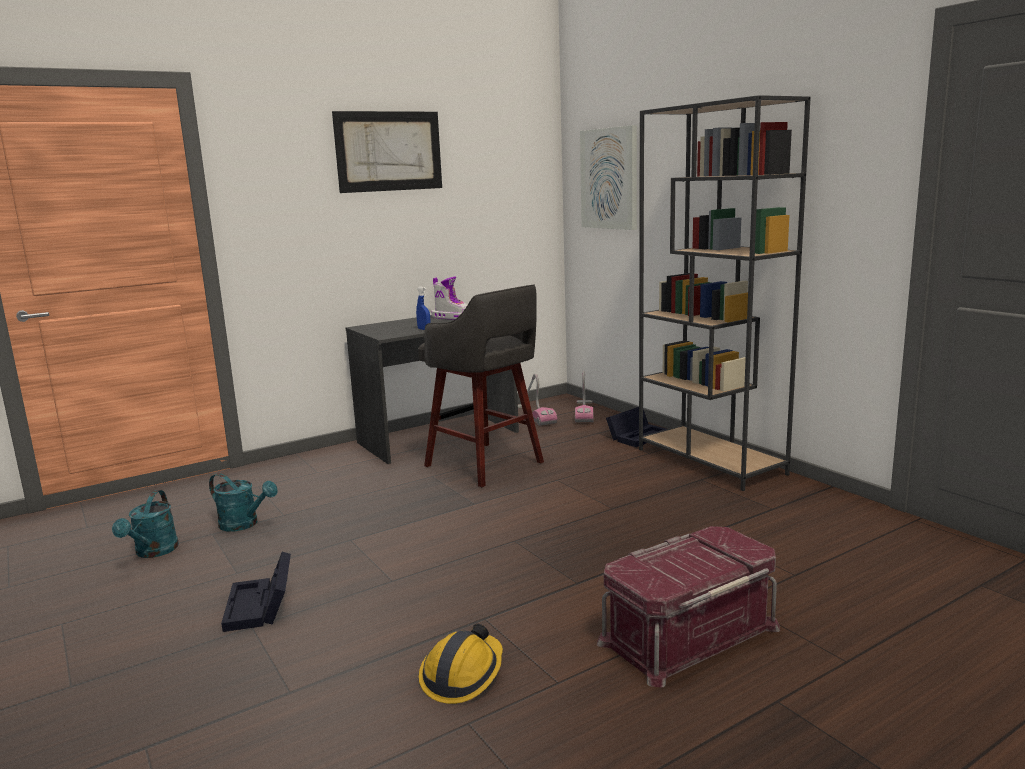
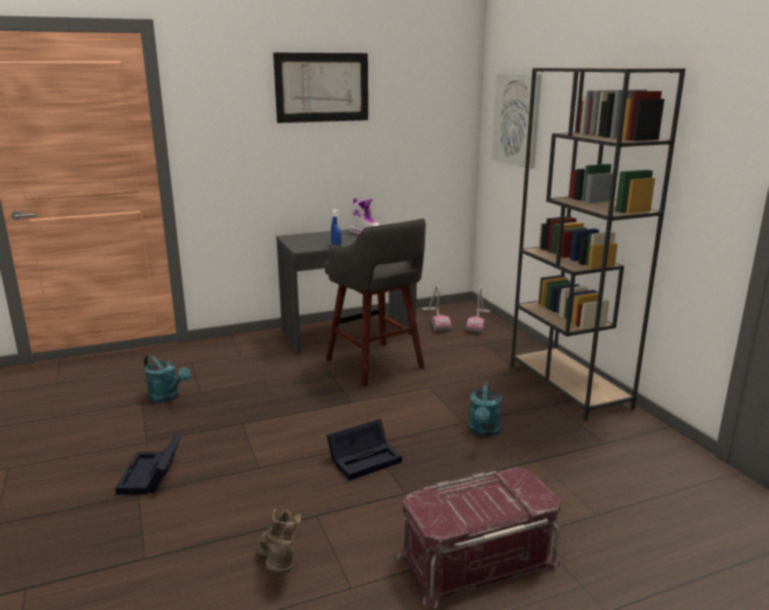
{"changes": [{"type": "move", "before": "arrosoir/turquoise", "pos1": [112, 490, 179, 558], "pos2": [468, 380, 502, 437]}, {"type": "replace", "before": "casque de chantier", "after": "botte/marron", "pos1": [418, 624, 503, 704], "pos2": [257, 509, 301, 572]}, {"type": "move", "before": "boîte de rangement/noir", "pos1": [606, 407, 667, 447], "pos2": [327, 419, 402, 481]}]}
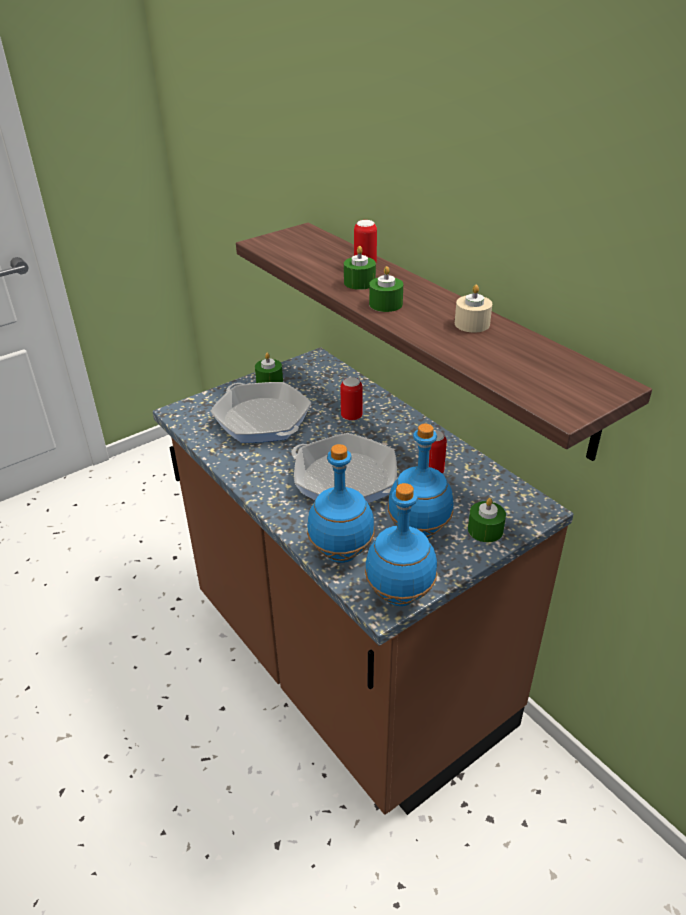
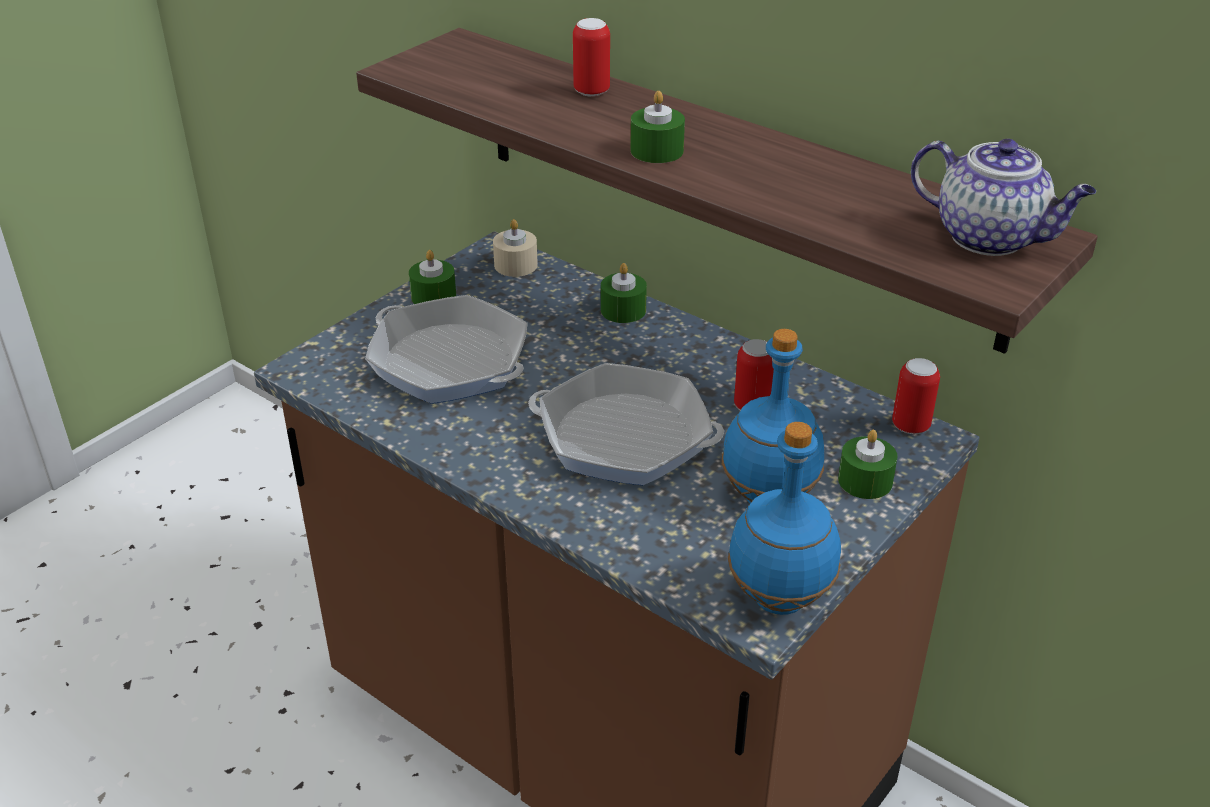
{"changes": [{"type": "delete", "before": "bouteille/bleu", "pos1": [307, 444, 374, 563]}, {"type": "move", "before": "boîte métallique", "pos1": [340, 377, 363, 421], "pos2": [892, 358, 940, 434]}, {"type": "move", "before": "bougie/vert", "pos1": [344, 246, 376, 290], "pos2": [601, 263, 647, 323]}, {"type": "move", "before": "bougie/beige", "pos1": [455, 285, 492, 333], "pos2": [493, 219, 538, 277]}, {"type": "insert", "after": "théière", "pos2": [911, 139, 1096, 256]}]}
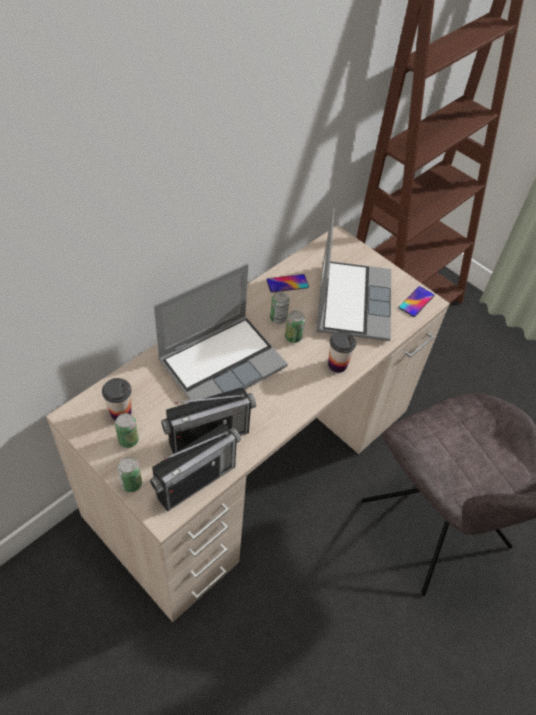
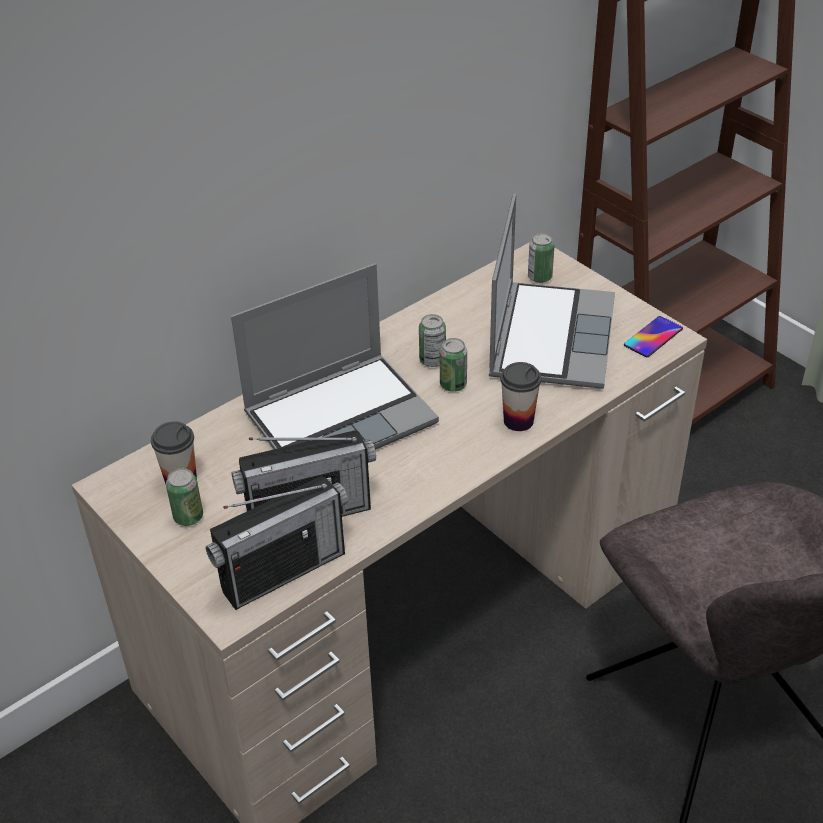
{"changes": [{"type": "move", "before": "boîte métallique", "pos1": [117, 457, 142, 492], "pos2": [528, 233, 555, 283]}, {"type": "delete", "before": "téléphone", "pos1": [267, 274, 309, 293]}]}
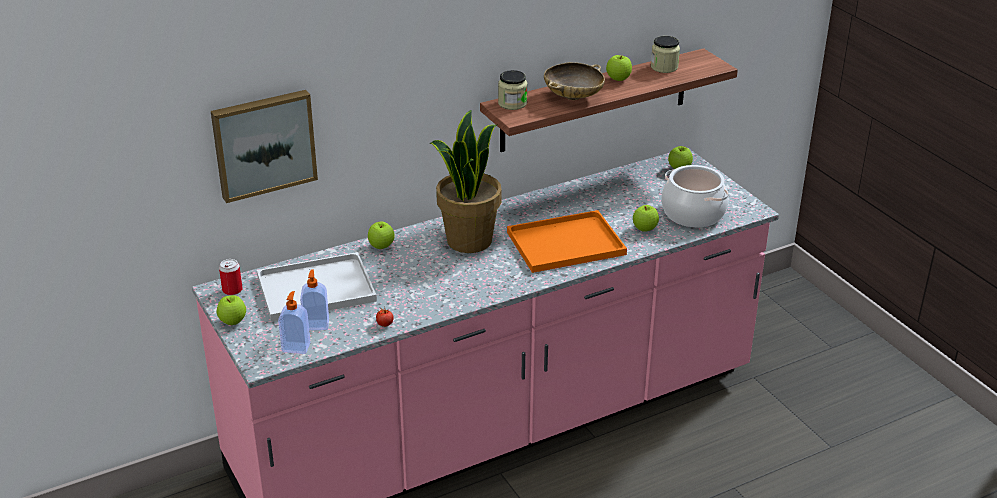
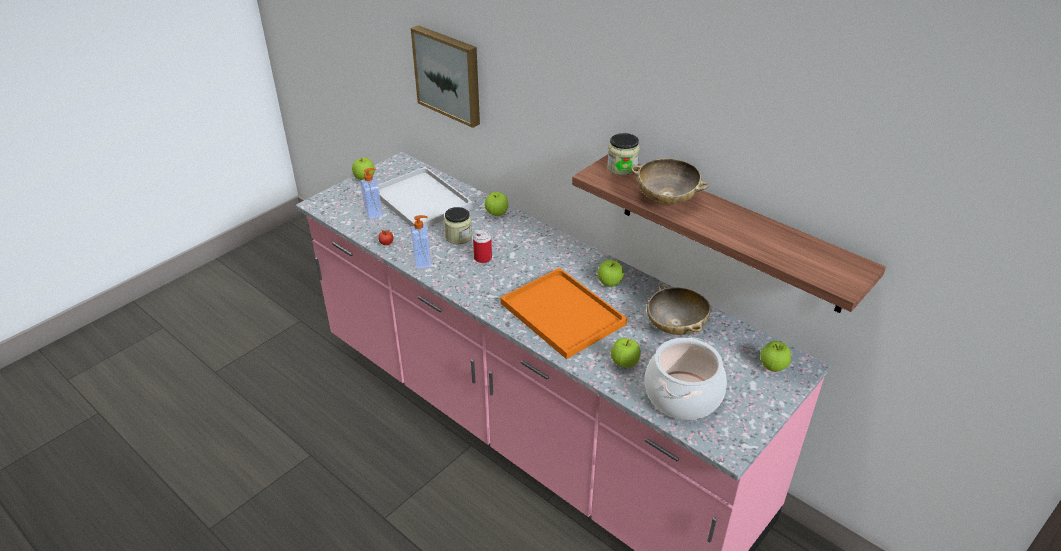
{"changes": [{"type": "move", "before": "boîte métallique", "pos1": [219, 259, 242, 295], "pos2": [473, 230, 492, 263]}, {"type": "move", "before": "distributeur de savon", "pos1": [278, 291, 311, 354], "pos2": [411, 215, 431, 269]}, {"type": "delete", "before": "plante en pot", "pos1": [429, 110, 502, 253]}, {"type": "move", "before": "pomme", "pos1": [606, 55, 632, 81], "pos2": [597, 260, 624, 287]}, {"type": "move", "before": "bocal", "pos1": [651, 36, 680, 73], "pos2": [444, 207, 472, 244]}, {"type": "insert", "after": "bol/beige", "pos2": [647, 284, 711, 335]}]}
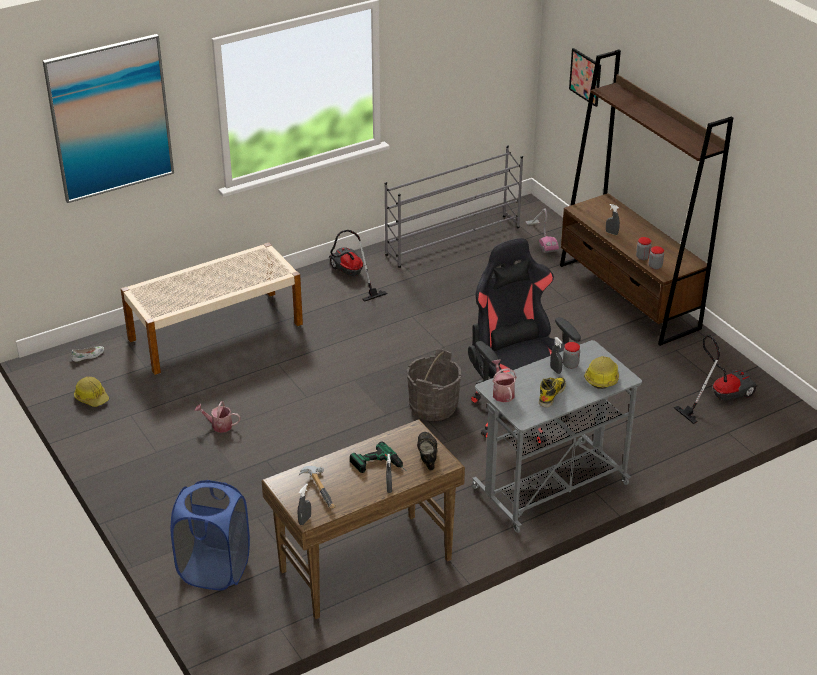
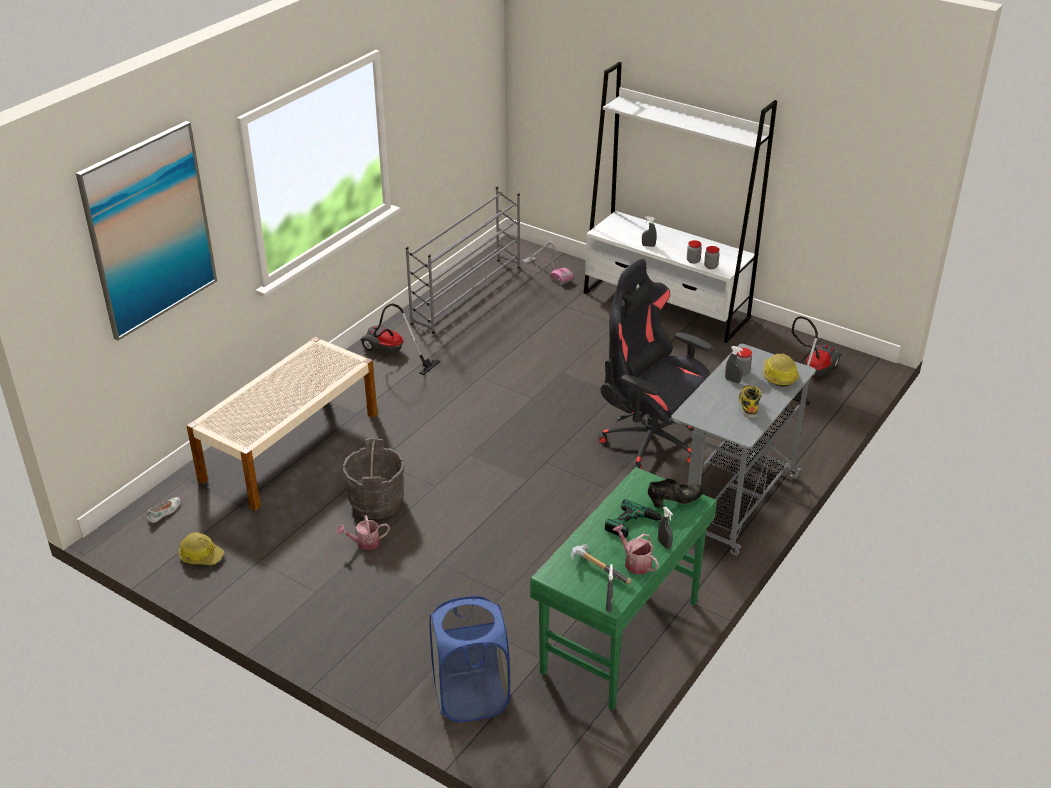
{"changes": [{"type": "recolor", "before": "table console/marron", "after": "table console/vert", "pos1": [262, 419, 465, 619], "pos2": [530, 467, 717, 711]}, {"type": "move", "before": "seau/gris", "pos1": [407, 349, 461, 421], "pos2": [343, 438, 404, 519]}, {"type": "rotate", "before": "chaussure/noir", "pos1": [417, 432, 437, 470], "pos2": [648, 479, 703, 508], "turn": 105}, {"type": "move", "before": "arrosoir", "pos1": [491, 360, 517, 402], "pos2": [612, 525, 659, 574]}, {"type": "recolor", "before": "bibliothèque/marron", "after": "bibliothèque/blanc", "pos1": [560, 50, 733, 346], "pos2": [584, 62, 777, 343]}, {"type": "delete", "before": "tableau", "pos1": [569, 48, 601, 107]}]}
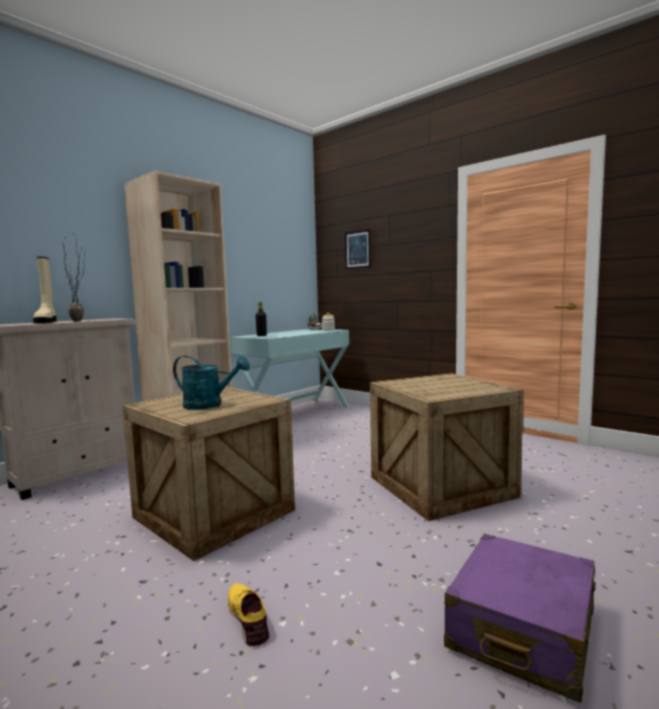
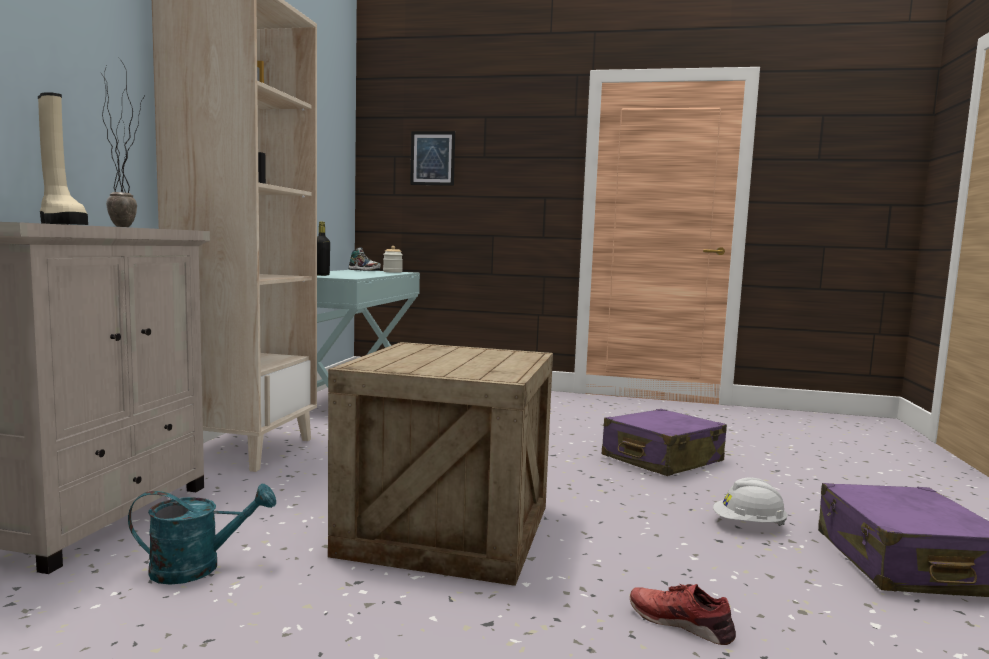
{"changes": [{"type": "move", "before": "arrosoir/turquoise", "pos1": [173, 355, 250, 410], "pos2": [128, 484, 276, 585]}, {"type": "recolor", "before": "chaussure/jaune", "after": "chaussure/rouge", "pos1": [228, 583, 269, 646], "pos2": [630, 584, 736, 645]}, {"type": "replace", "before": "caisse", "after": "valise/violet", "pos1": [370, 373, 524, 521], "pos2": [602, 409, 727, 476]}, {"type": "insert", "after": "casque de chantier/blanc", "pos2": [713, 477, 788, 526]}]}
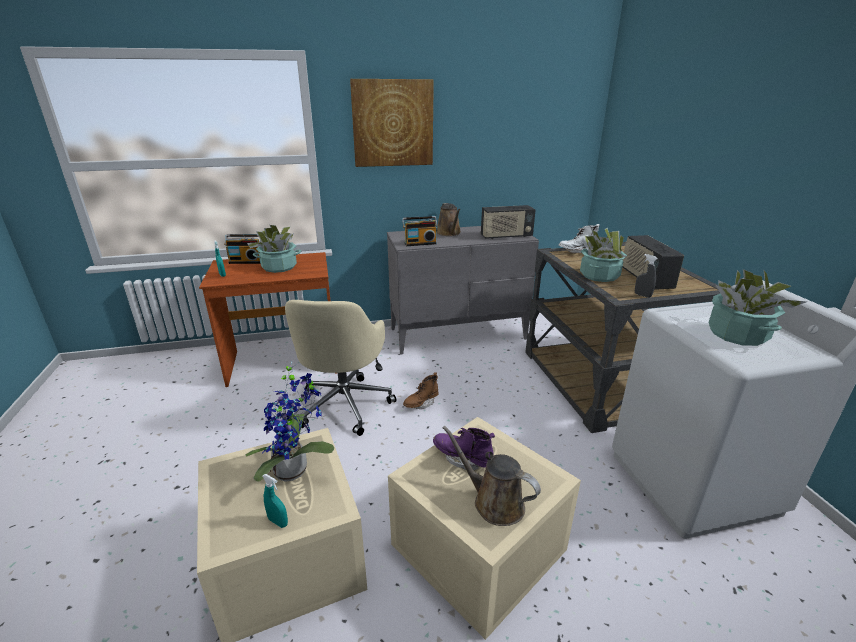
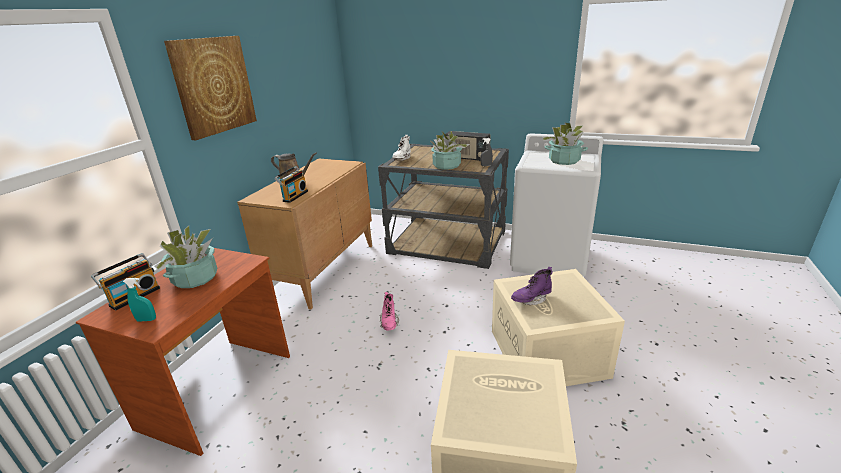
{"changes": [{"type": "delete", "before": "plante en pot", "pos1": [245, 361, 334, 482]}, {"type": "delete", "before": "vaporisateur/turquoise", "pos1": [262, 474, 288, 528]}, {"type": "delete", "before": "chaise de bureau/beige", "pos1": [285, 300, 396, 436]}, {"type": "recolor", "before": "meuble de rangement/gris", "after": "meuble de rangement/marron", "pos1": [387, 226, 539, 355], "pos2": [237, 158, 372, 310]}, {"type": "recolor", "before": "botte/marron", "after": "botte/rose", "pos1": [403, 372, 439, 409], "pos2": [379, 292, 399, 331]}, {"type": "delete", "before": "arrosoir/marron", "pos1": [443, 426, 541, 526]}, {"type": "delete", "before": "radio", "pos1": [481, 205, 536, 239]}]}
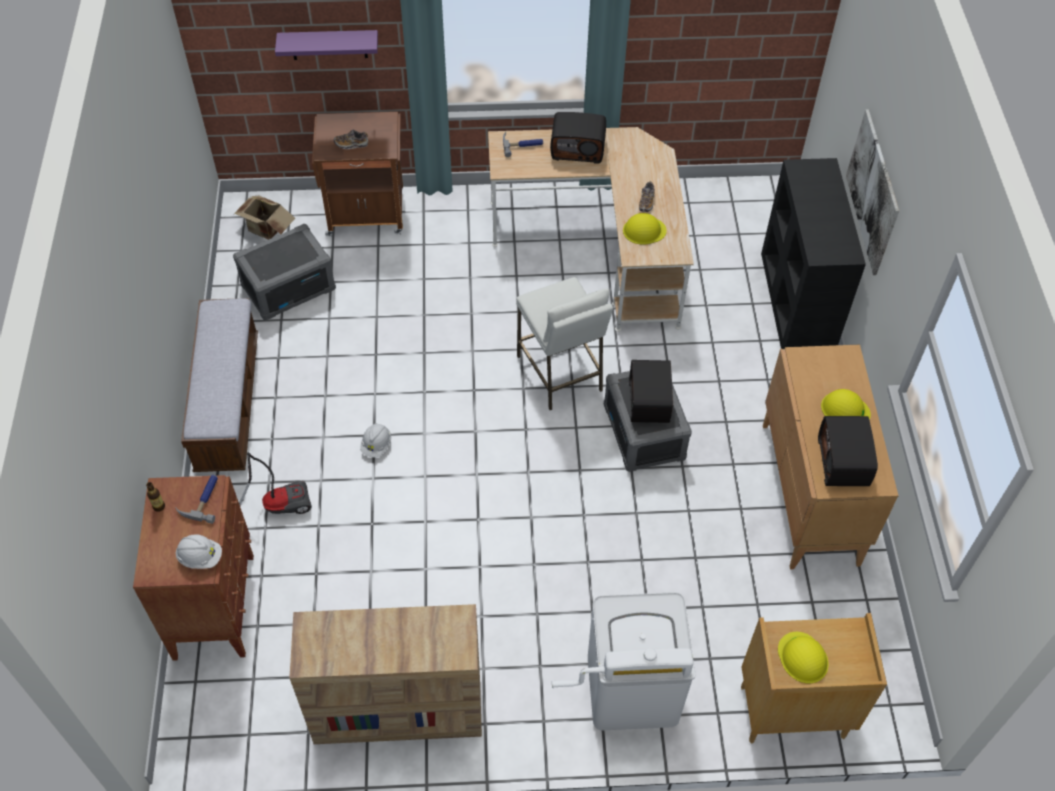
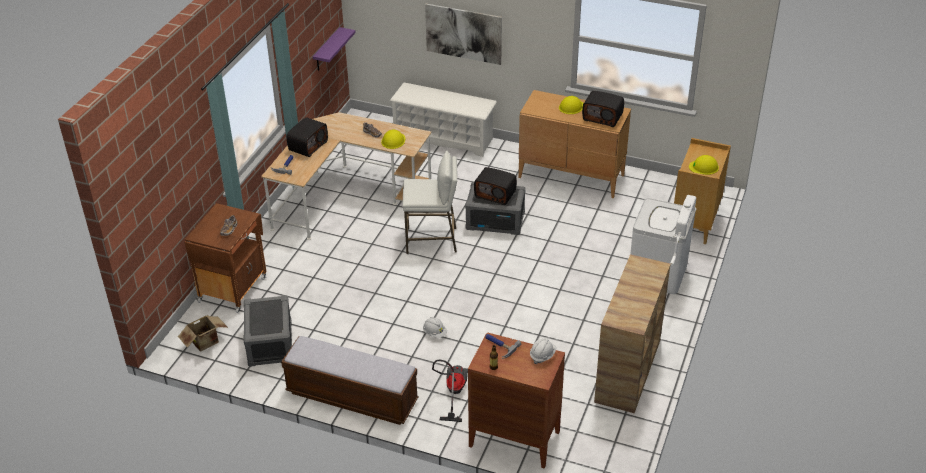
{"changes": [{"type": "move", "before": "étagère/violet", "pos1": [275, 30, 378, 60], "pos2": [313, 27, 356, 71]}, {"type": "replace", "before": "bibliothèque/noir", "after": "étagère à chaussures/blanc", "pos1": [761, 158, 866, 349], "pos2": [390, 83, 497, 157]}]}
